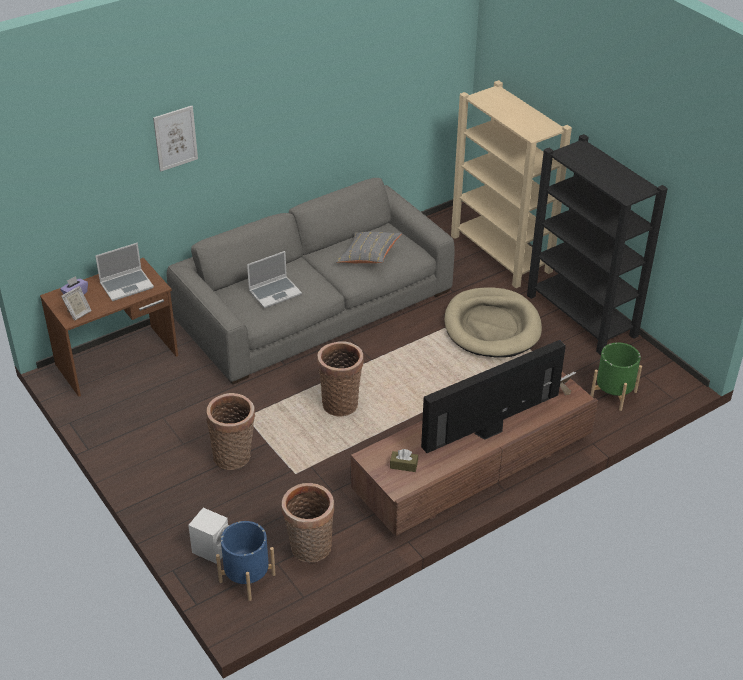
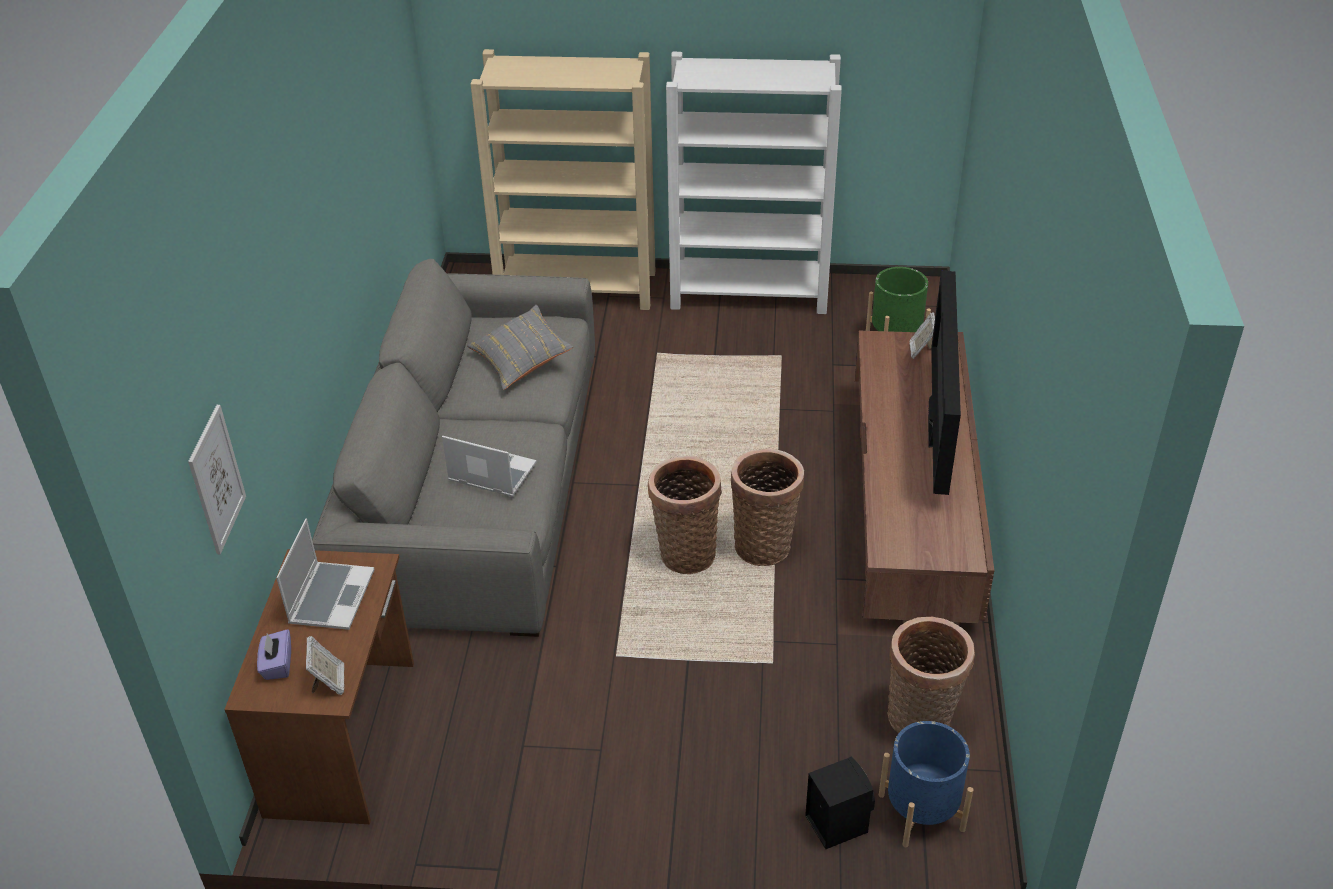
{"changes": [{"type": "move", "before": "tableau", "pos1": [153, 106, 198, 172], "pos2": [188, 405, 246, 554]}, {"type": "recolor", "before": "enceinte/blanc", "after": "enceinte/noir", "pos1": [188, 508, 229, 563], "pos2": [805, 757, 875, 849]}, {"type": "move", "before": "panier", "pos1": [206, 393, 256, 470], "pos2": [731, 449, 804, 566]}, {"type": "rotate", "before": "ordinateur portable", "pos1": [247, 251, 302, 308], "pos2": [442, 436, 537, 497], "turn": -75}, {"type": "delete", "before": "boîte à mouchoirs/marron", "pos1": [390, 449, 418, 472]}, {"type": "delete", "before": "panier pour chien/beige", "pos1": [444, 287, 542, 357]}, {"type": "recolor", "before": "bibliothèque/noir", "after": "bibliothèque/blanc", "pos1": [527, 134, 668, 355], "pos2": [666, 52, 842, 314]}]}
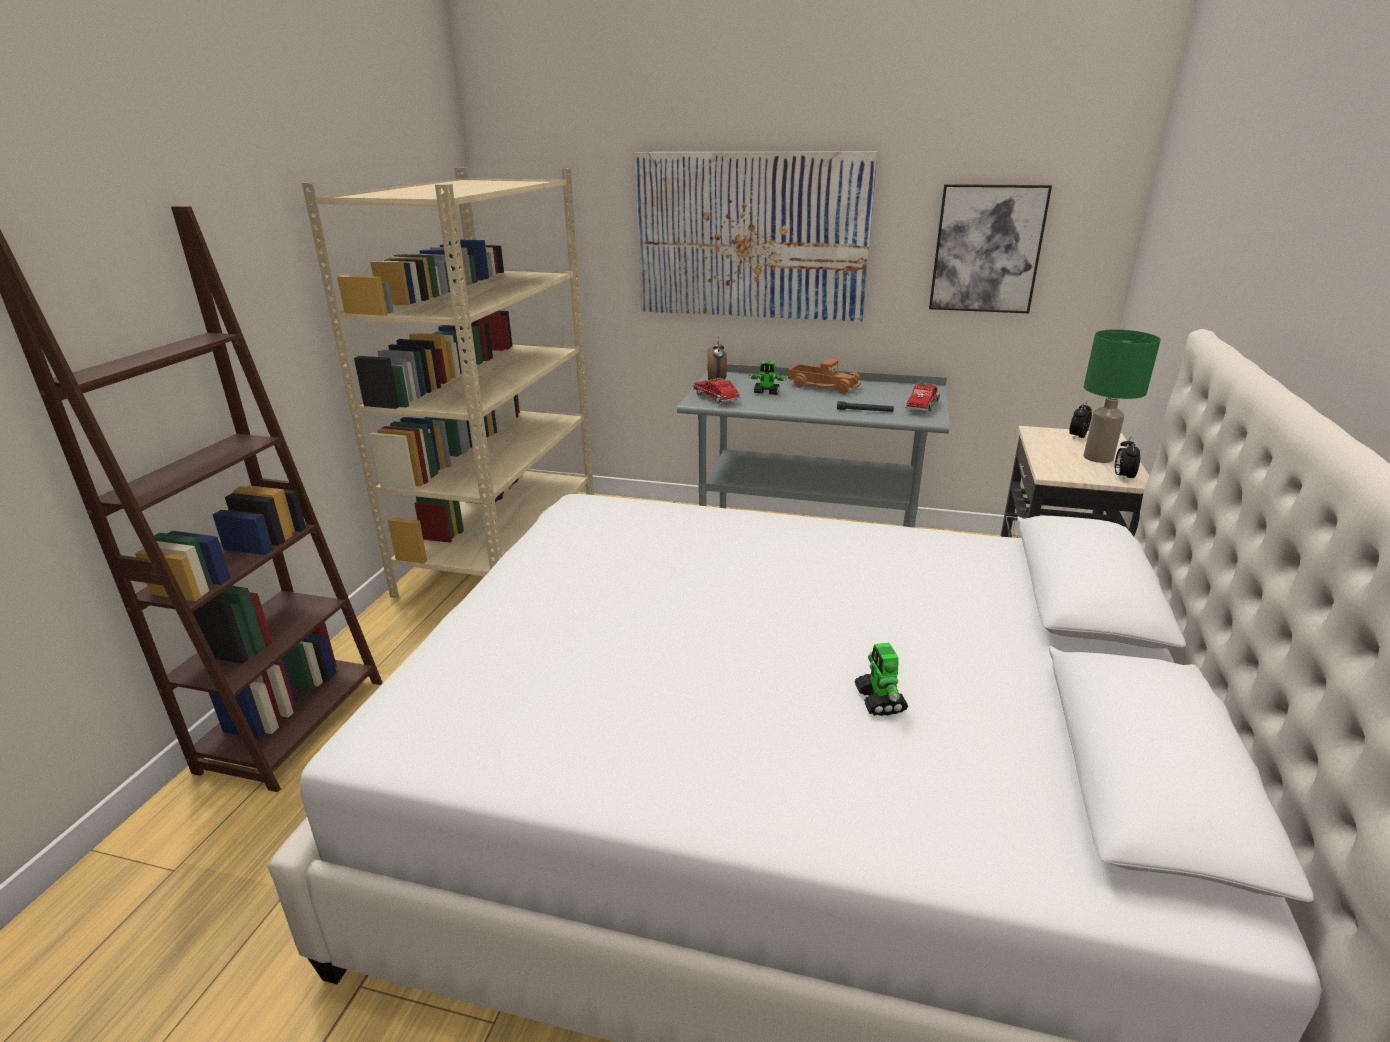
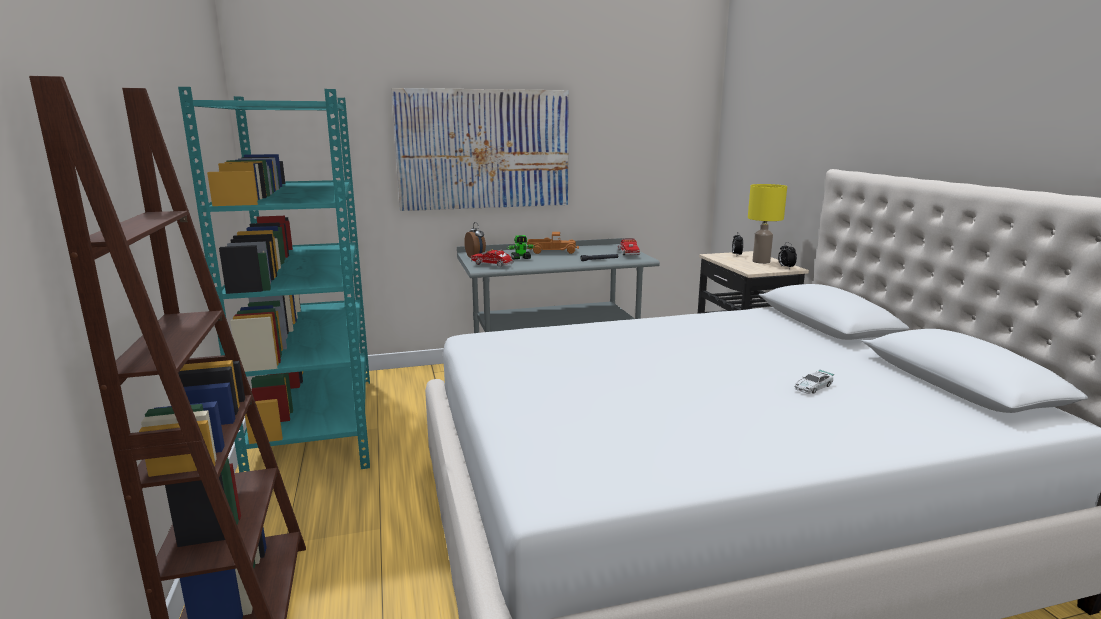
{"changes": [{"type": "recolor", "before": "bibliothèque/beige", "after": "bibliothèque/turquoise", "pos1": [302, 168, 594, 599], "pos2": [178, 87, 370, 472]}, {"type": "replace", "before": "robot jouet", "after": "petite voiture", "pos1": [854, 643, 908, 716], "pos2": [795, 370, 834, 394]}, {"type": "delete", "before": "tableau", "pos1": [929, 184, 1052, 313]}, {"type": "recolor", "before": "lampe de table/vert", "after": "lampe de table/jaune", "pos1": [1084, 329, 1161, 463], "pos2": [748, 184, 787, 264]}]}
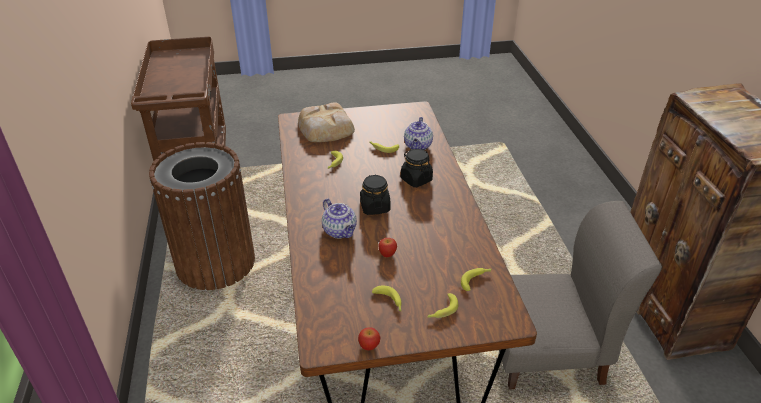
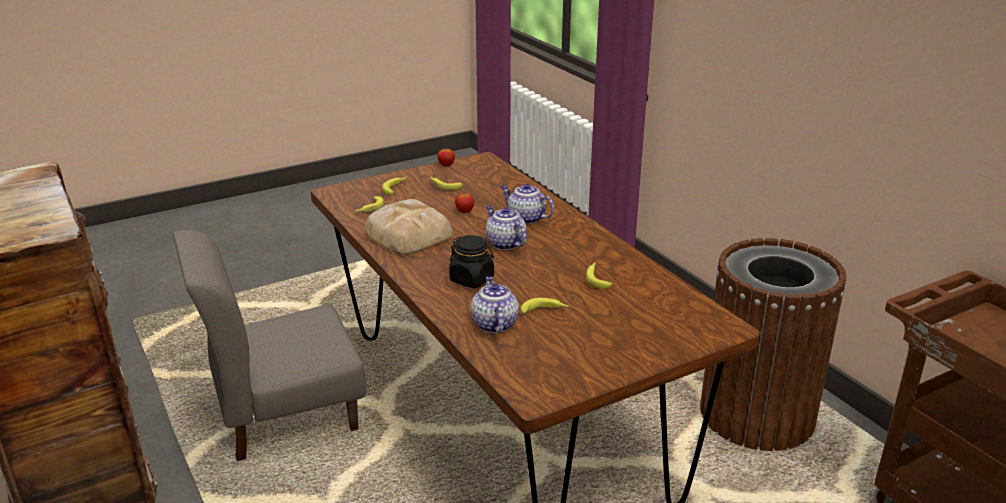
{"changes": [{"type": "move", "before": "pain", "pos1": [298, 102, 355, 142], "pos2": [364, 199, 453, 255]}, {"type": "replace", "before": "bocal/noir", "after": "théière", "pos1": [360, 174, 391, 215], "pos2": [486, 206, 527, 250]}]}
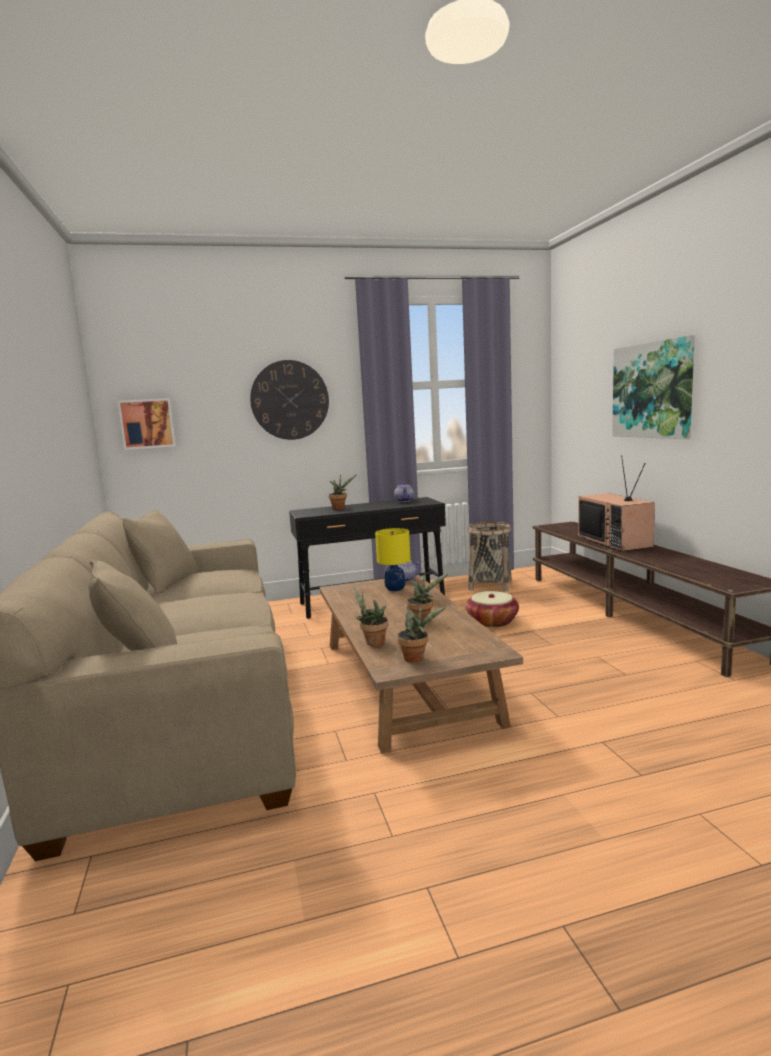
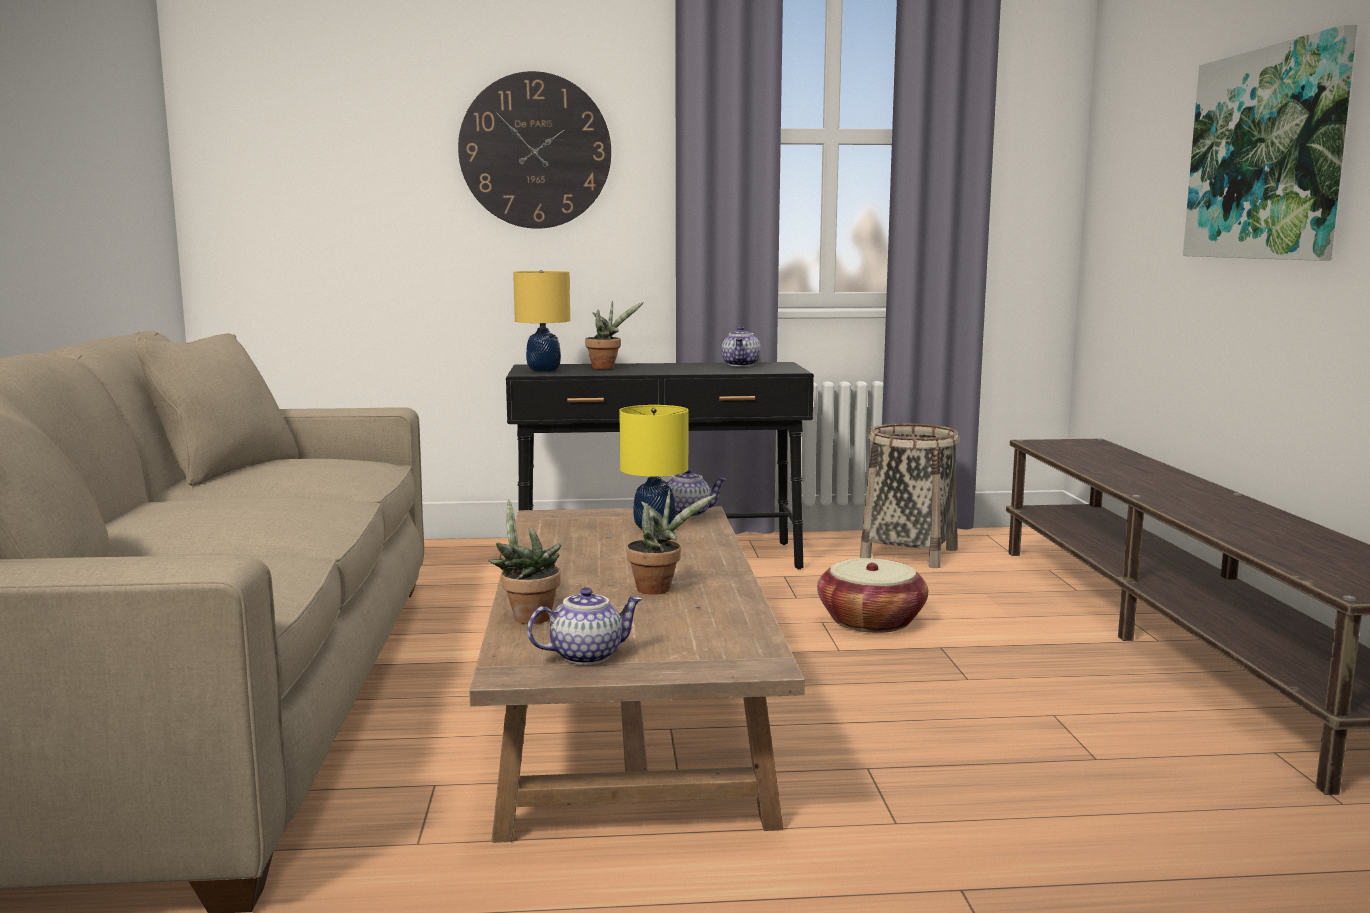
{"changes": [{"type": "delete", "before": "tableau", "pos1": [117, 398, 176, 450]}, {"type": "replace", "before": "plante en pot", "after": "théière", "pos1": [397, 603, 446, 663], "pos2": [527, 587, 642, 665]}, {"type": "delete", "before": "téléviseur", "pos1": [578, 455, 655, 551]}, {"type": "insert", "after": "lampe de table/jaune", "pos2": [513, 270, 570, 372]}]}
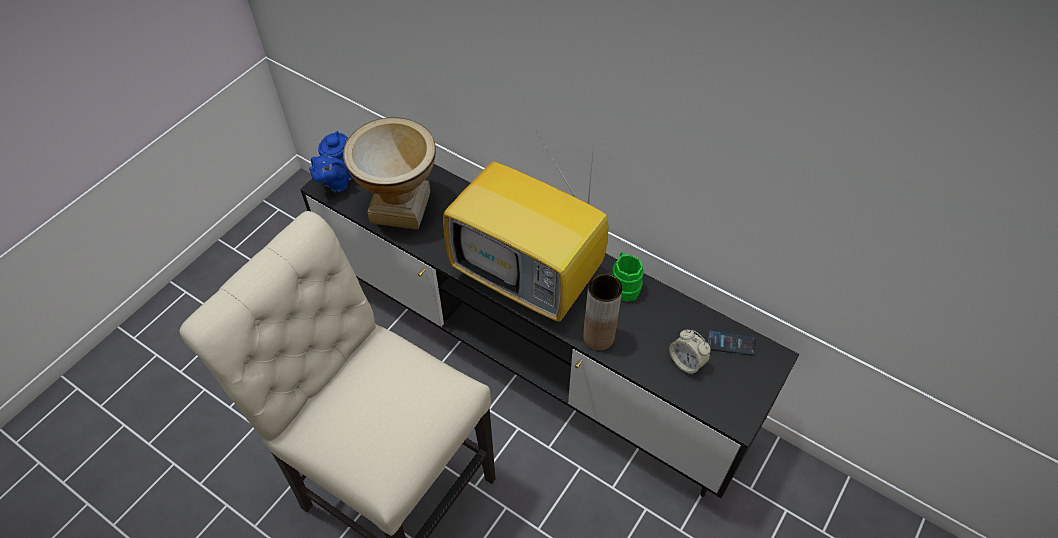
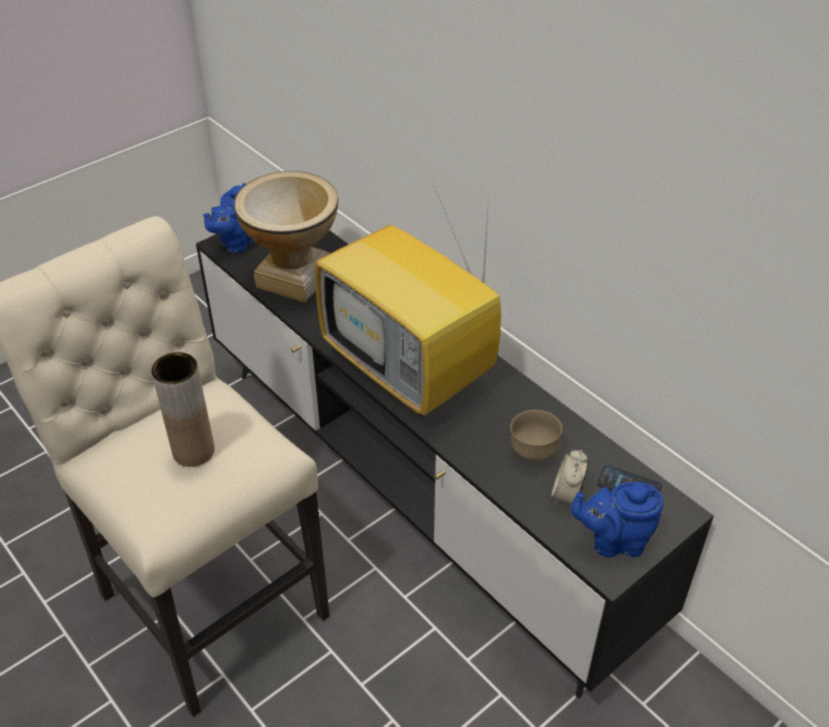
{"changes": [{"type": "move", "before": "vase/marron", "pos1": [583, 274, 622, 351], "pos2": [151, 352, 215, 467]}, {"type": "delete", "before": "mug/vert", "pos1": [612, 252, 644, 302]}, {"type": "rotate", "before": "réveil", "pos1": [669, 330, 711, 375], "pos2": [551, 450, 588, 505], "turn": 45}, {"type": "insert", "after": "bol/marron", "pos2": [510, 410, 562, 461]}, {"type": "insert", "after": "théière/bleu", "pos2": [570, 482, 663, 558]}]}
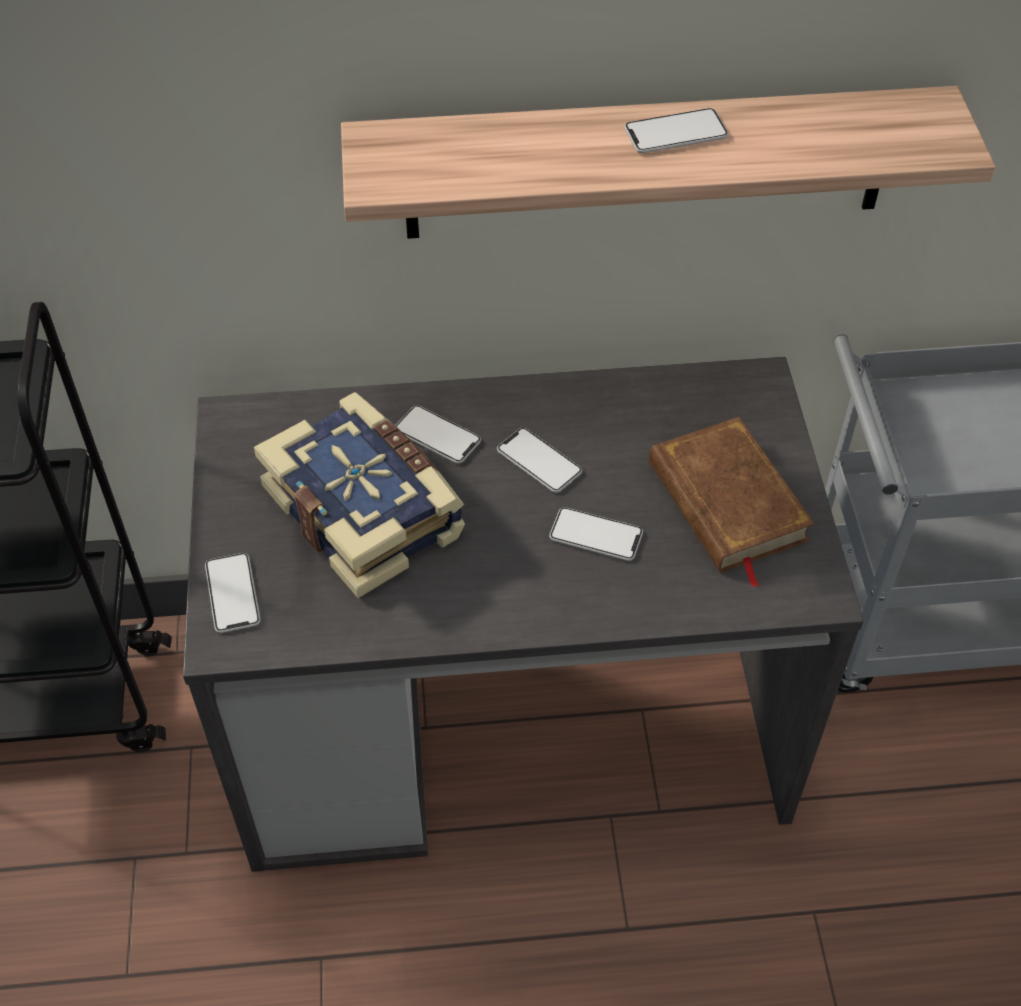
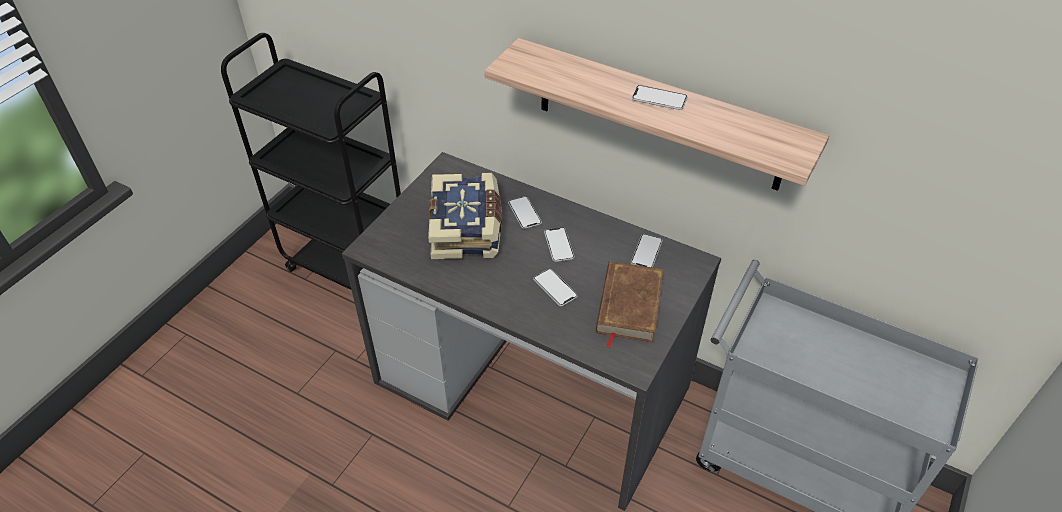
{"changes": [{"type": "move", "before": "téléphone", "pos1": [205, 553, 260, 633], "pos2": [631, 234, 663, 268]}]}
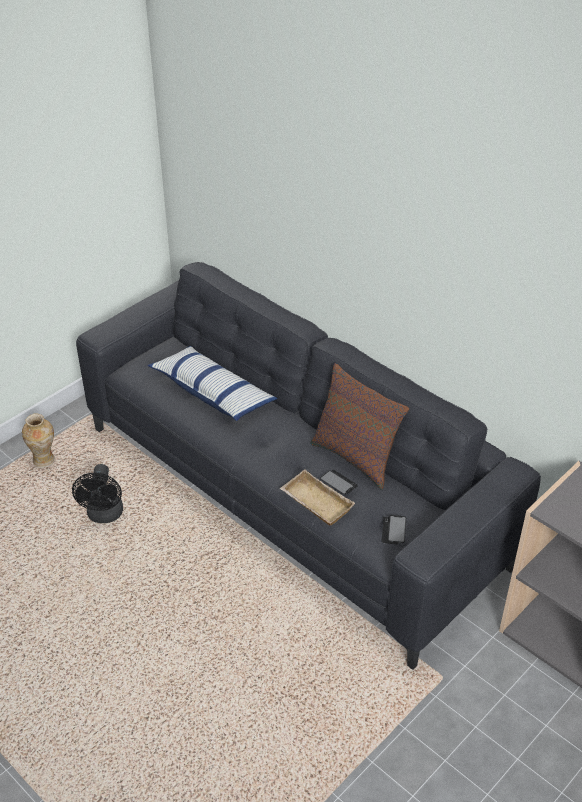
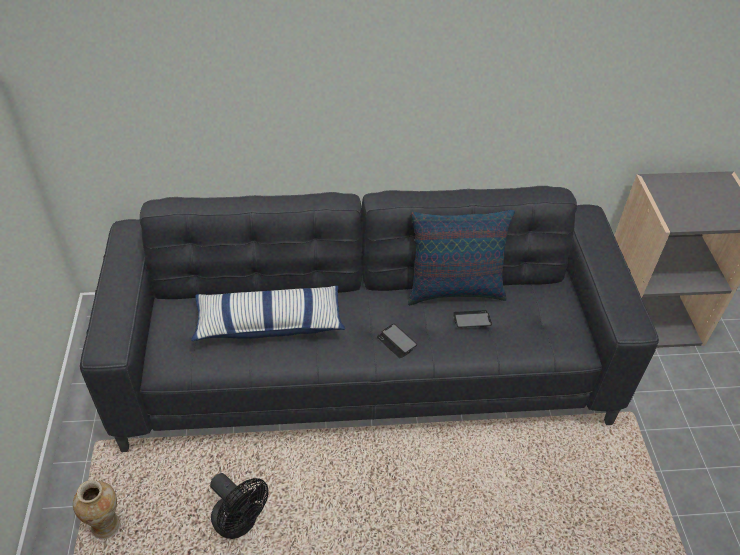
{"changes": [{"type": "delete", "before": "plateau/beige", "pos1": [280, 469, 355, 525]}, {"type": "recolor", "before": "coussin/marron", "after": "coussin/bleu", "pos1": [311, 363, 409, 490], "pos2": [408, 210, 515, 305]}, {"type": "move", "before": "téléphone", "pos1": [381, 515, 406, 544], "pos2": [377, 324, 417, 358]}]}
